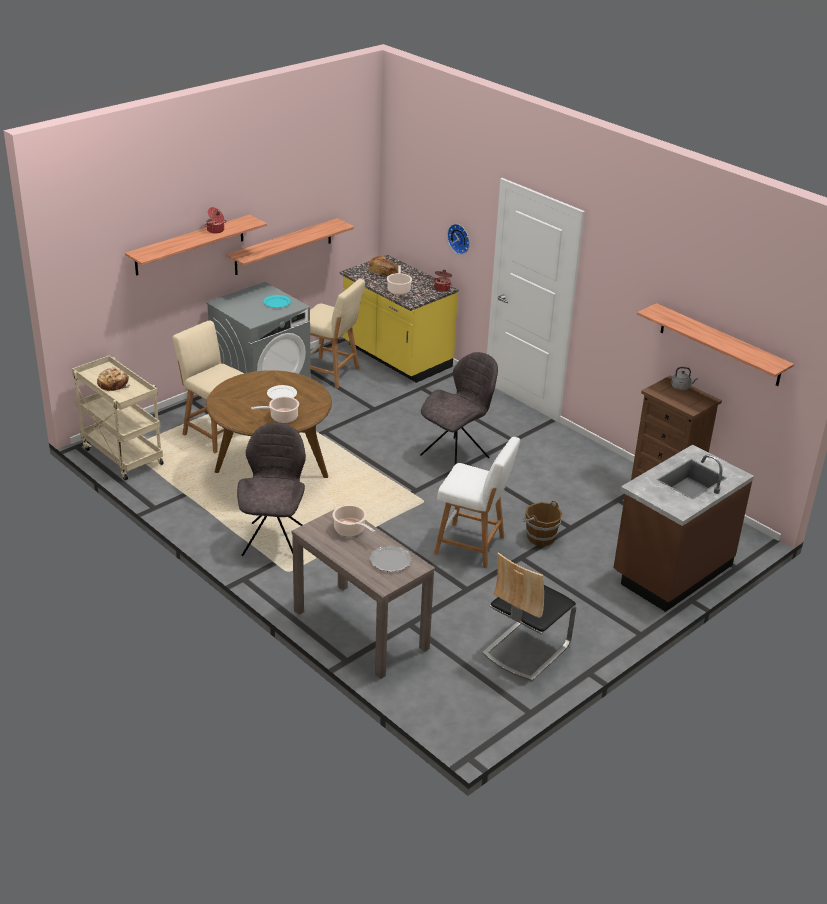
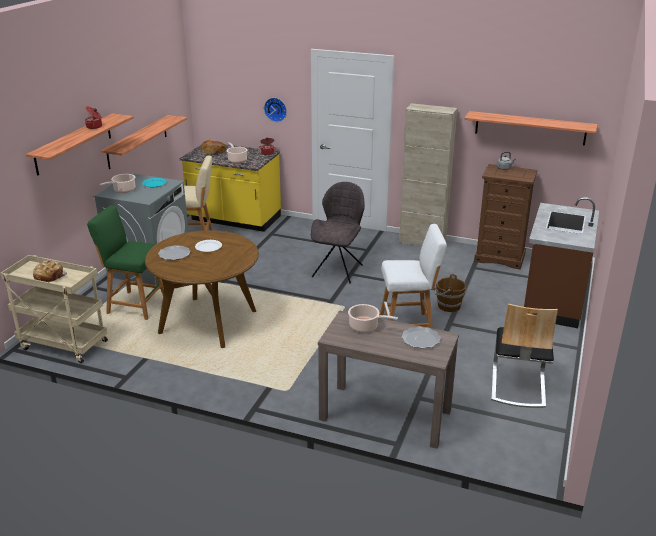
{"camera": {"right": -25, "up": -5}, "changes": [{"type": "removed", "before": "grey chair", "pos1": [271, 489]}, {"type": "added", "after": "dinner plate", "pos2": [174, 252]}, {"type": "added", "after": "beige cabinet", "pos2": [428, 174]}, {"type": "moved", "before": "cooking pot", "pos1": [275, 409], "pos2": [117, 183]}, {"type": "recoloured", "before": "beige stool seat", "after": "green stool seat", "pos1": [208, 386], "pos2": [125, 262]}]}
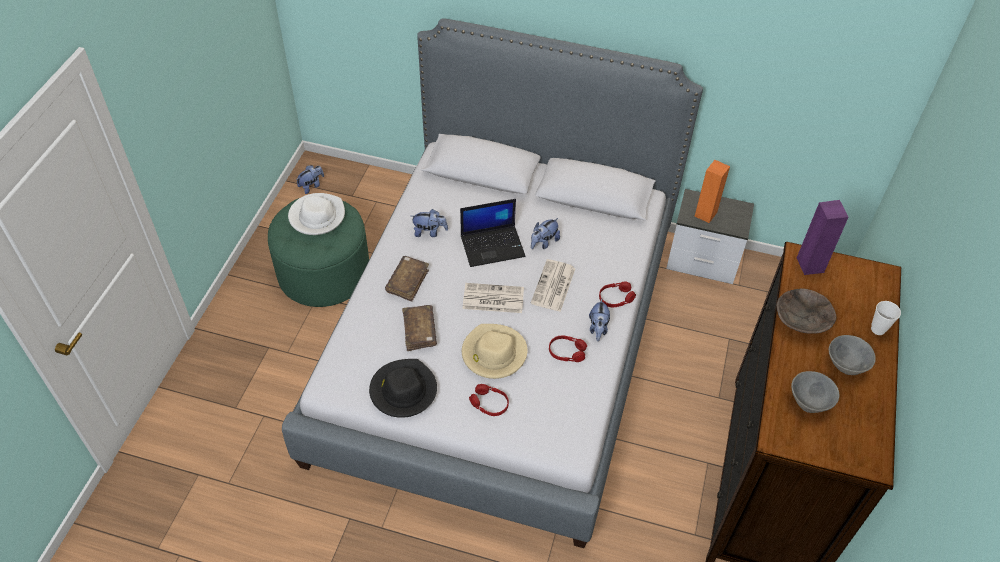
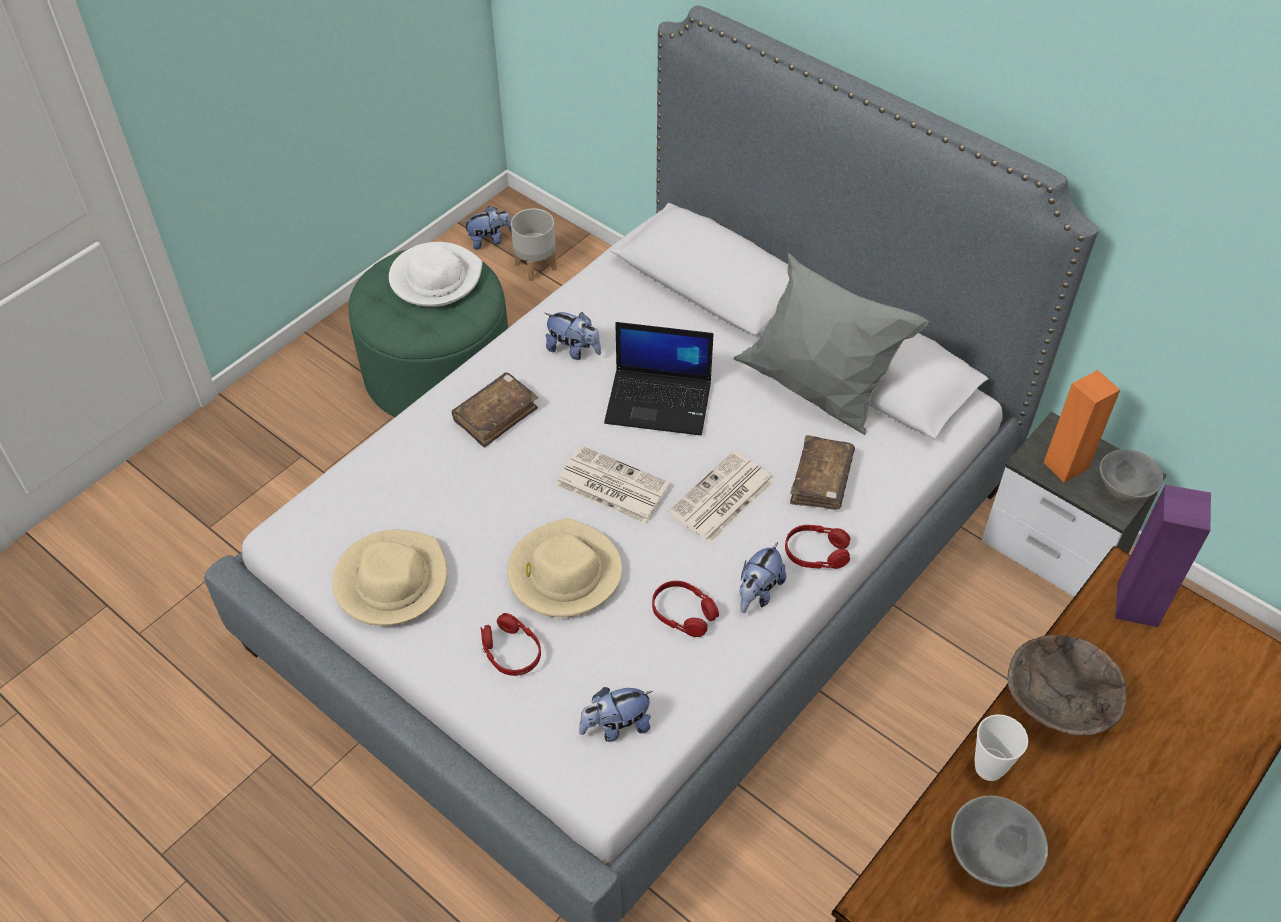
{"camera": {"right": 25, "up": 0}, "changes": [{"type": "added", "after": "grey plant pot", "pos2": [534, 244]}, {"type": "added", "after": "grey cushion", "pos2": [831, 343]}, {"type": "moved", "before": "brown volume", "pos1": [419, 328], "pos2": [822, 472]}, {"type": "moved", "before": "cuddly toy", "pos1": [545, 233], "pos2": [616, 714]}, {"type": "moved", "before": "grey serving bowl", "pos1": [852, 355], "pos2": [1131, 476]}, {"type": "moved", "before": "drinking cup", "pos1": [886, 318], "pos2": [1001, 747]}, {"type": "recoloured", "before": "blackish wearable hat", "after": "beige wearable hat", "pos1": [403, 388], "pos2": [390, 578]}]}
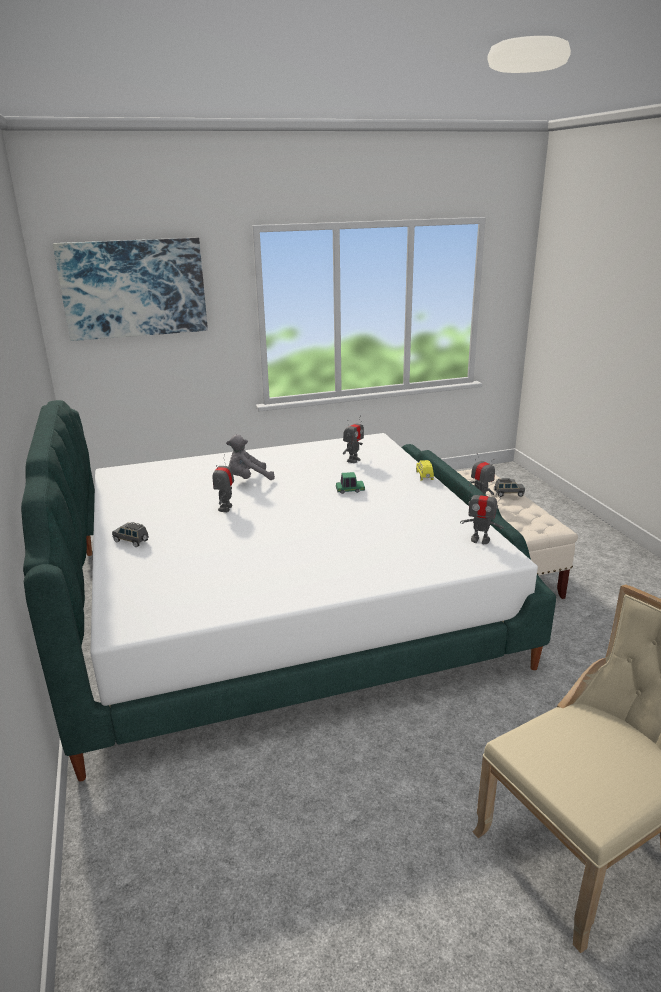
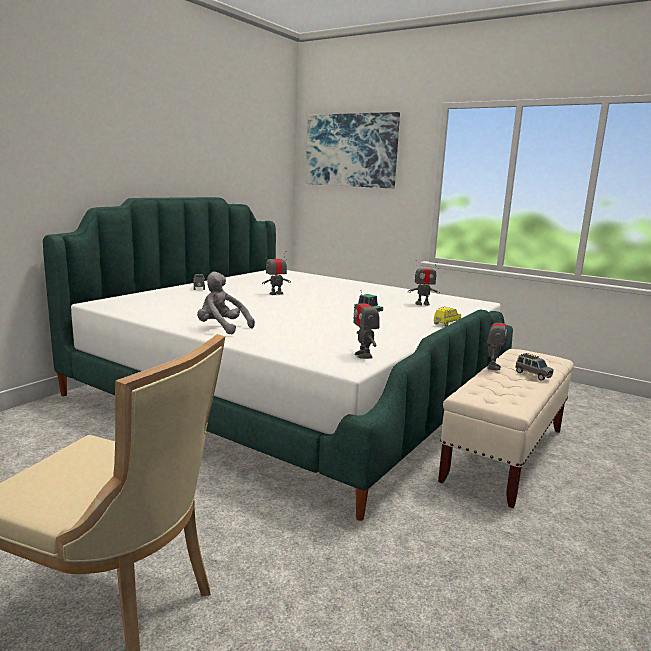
{"camera": {"right": 50, "up": -10}, "changes": [{"type": "moved", "before": "grey cuddly toy", "pos1": [250, 457], "pos2": [226, 303]}]}
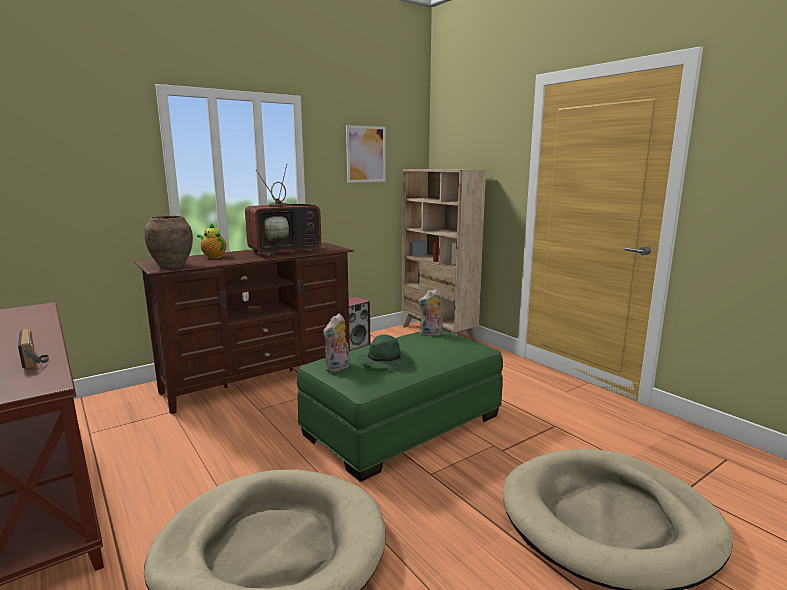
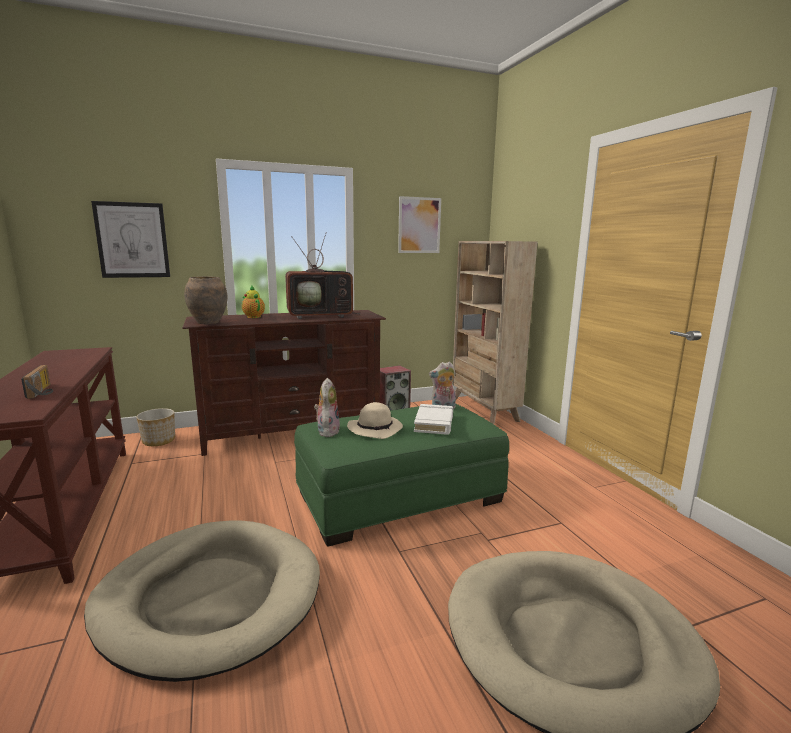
{"camera": {"right": 15, "up": 0}, "changes": [{"type": "added", "after": "picture", "pos2": [130, 239]}, {"type": "added", "after": "plant pot", "pos2": [155, 427]}, {"type": "added", "after": "white-coloured volume", "pos2": [433, 419]}, {"type": "recoloured", "before": "green wearable hat", "after": "beige wearable hat", "pos1": [384, 351], "pos2": [375, 420]}, {"type": "turned", "before": "cuddly toy", "pos1": [336, 343], "pos2": [327, 407], "turn": 135}]}
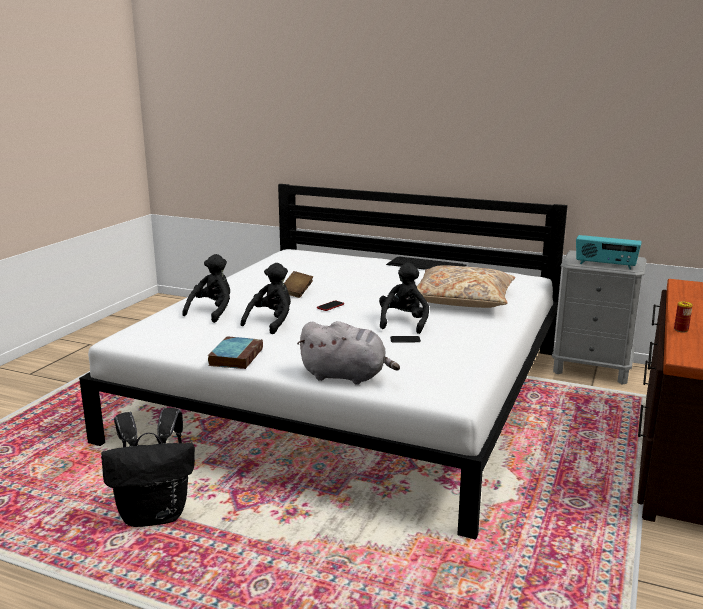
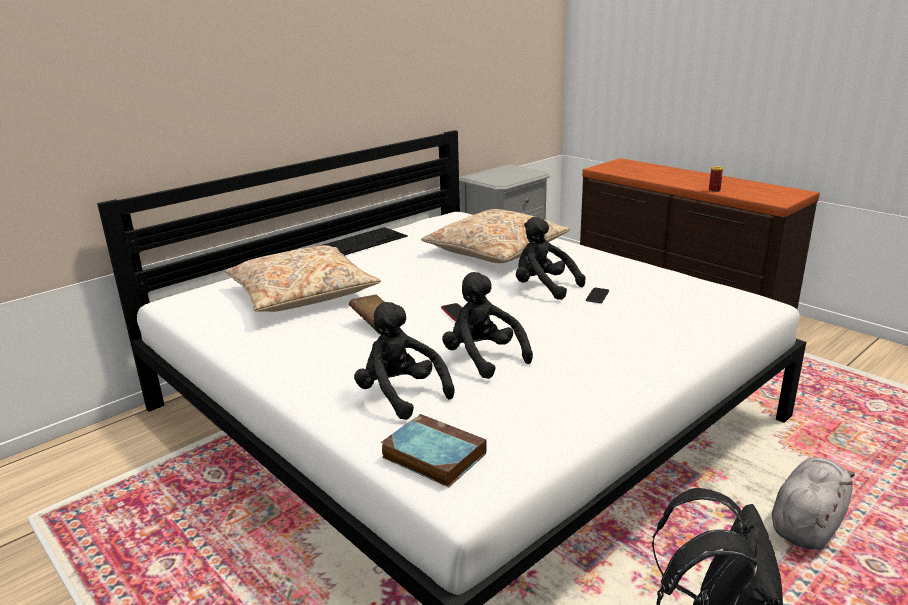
{"camera": {"right": -65, "up": 5}, "changes": [{"type": "removed", "before": "radio", "pos1": [609, 252]}, {"type": "added", "after": "beige cushion", "pos2": [303, 278]}, {"type": "moved", "before": "volume", "pos1": [235, 352], "pos2": [434, 450]}, {"type": "moved", "before": "grey cuddly toy", "pos1": [348, 353], "pos2": [813, 503]}]}
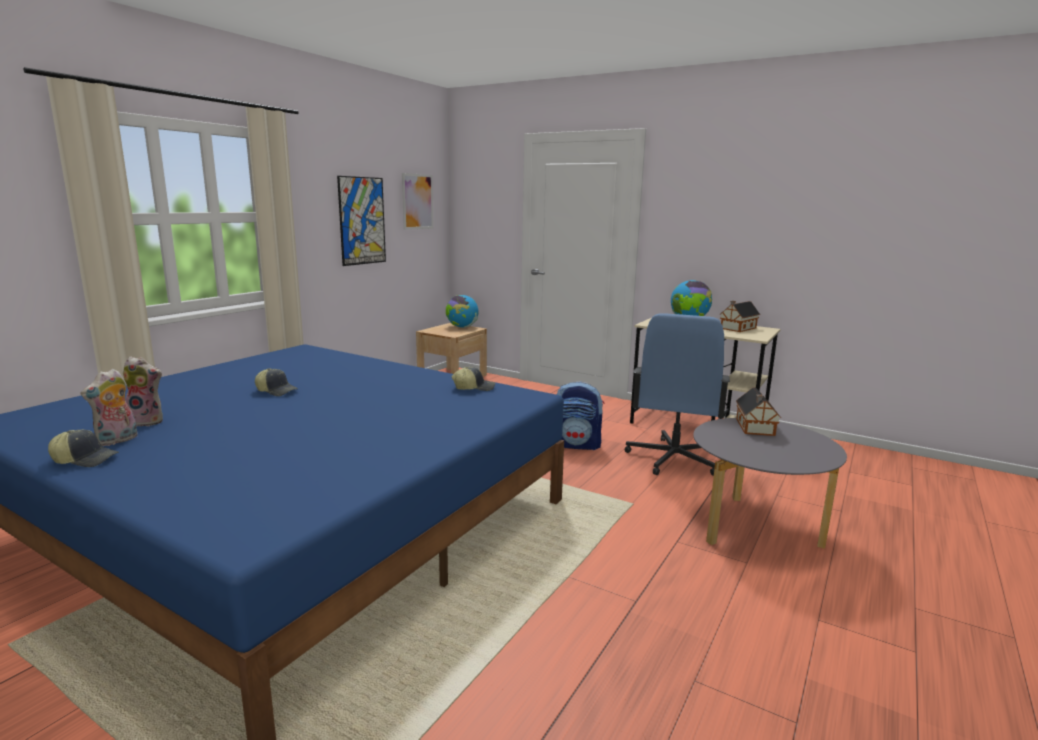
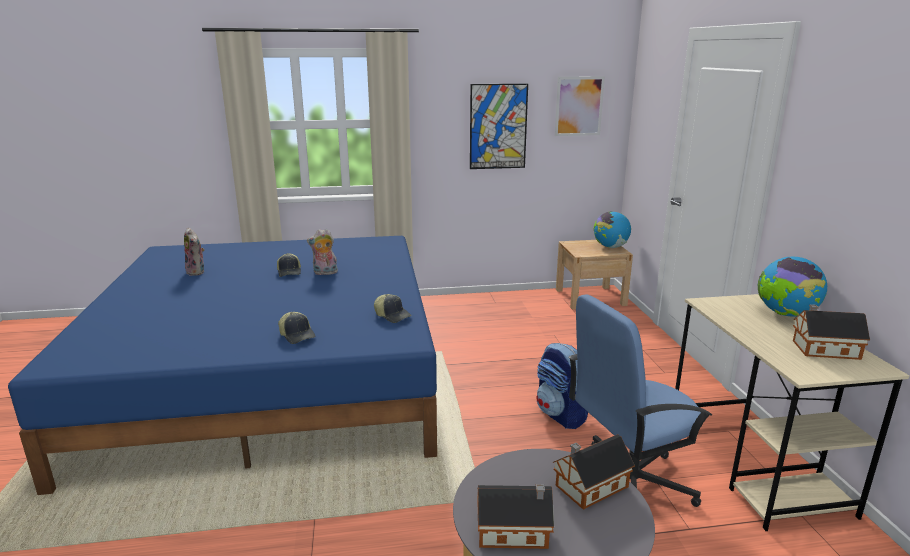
{"camera": {"right": 50, "up": 5}, "changes": [{"type": "added", "after": "model house", "pos2": [515, 516]}, {"type": "moved", "before": "peaked cap", "pos1": [83, 448], "pos2": [296, 328]}, {"type": "moved", "before": "cuddly toy", "pos1": [109, 407], "pos2": [322, 252]}]}
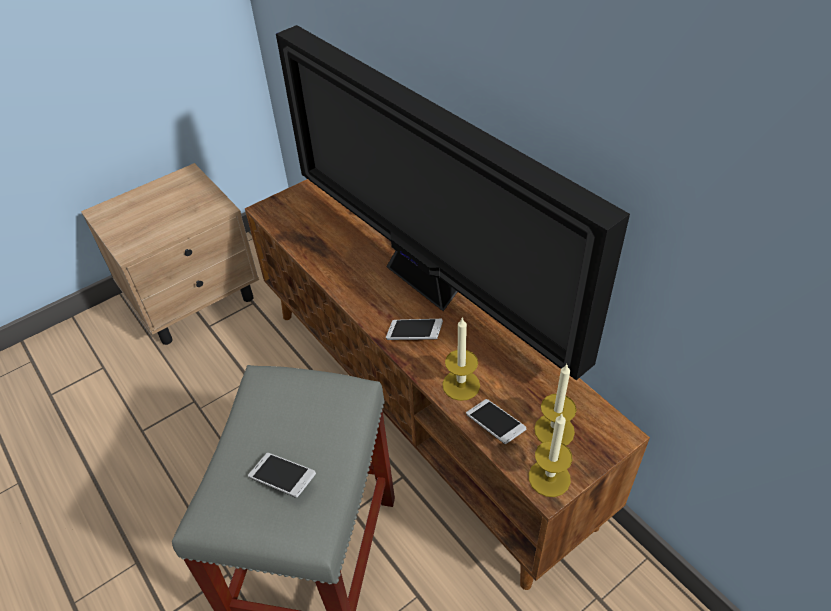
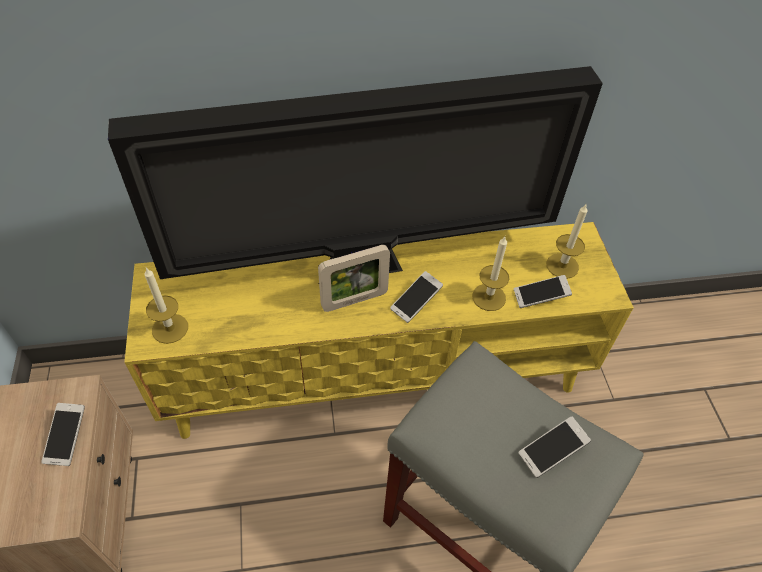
{"camera": {"right": -65, "up": 5}, "changes": [{"type": "added", "after": "telephone", "pos2": [63, 434]}, {"type": "added", "after": "photo frame", "pos2": [354, 278]}, {"type": "moved", "before": "wax candle", "pos1": [550, 455], "pos2": [166, 306]}, {"type": "recoloured", "before": "brown media console", "after": "yellow-coloured media console", "pos1": [447, 384], "pos2": [379, 330]}]}
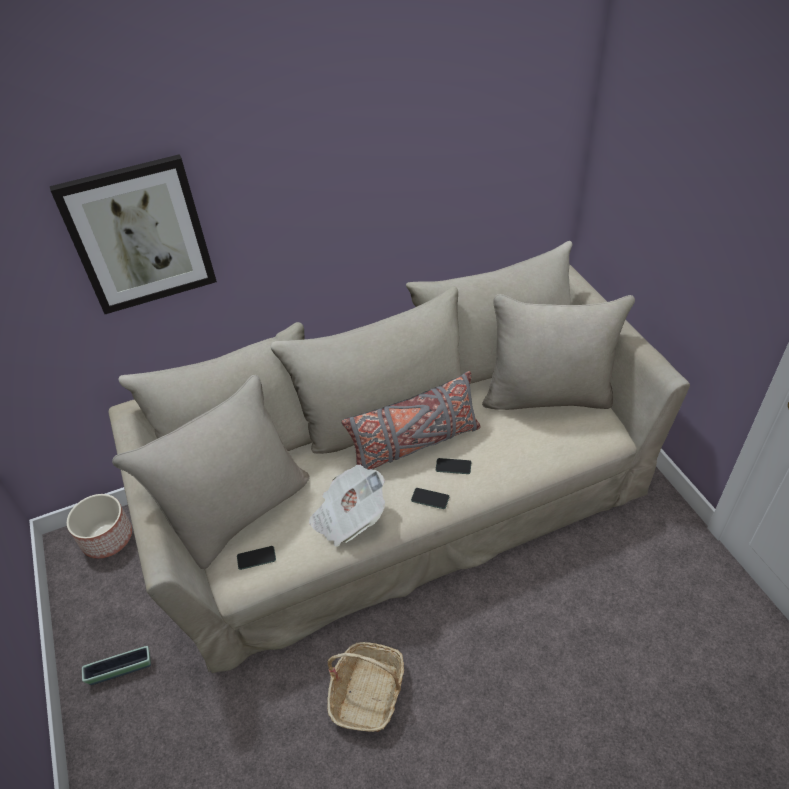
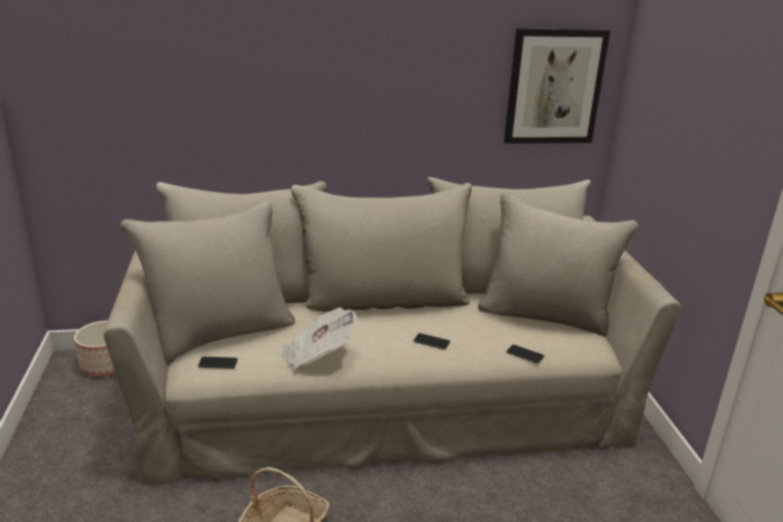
{"camera": {"right": 10, "up": -20}, "changes": [{"type": "removed", "before": "plant pot", "pos1": [116, 665]}, {"type": "removed", "before": "grey cushion", "pos1": [410, 420]}, {"type": "moved", "before": "picture", "pos1": [133, 234], "pos2": [557, 86]}, {"type": "moved", "before": "telephone", "pos1": [430, 498], "pos2": [525, 354]}]}
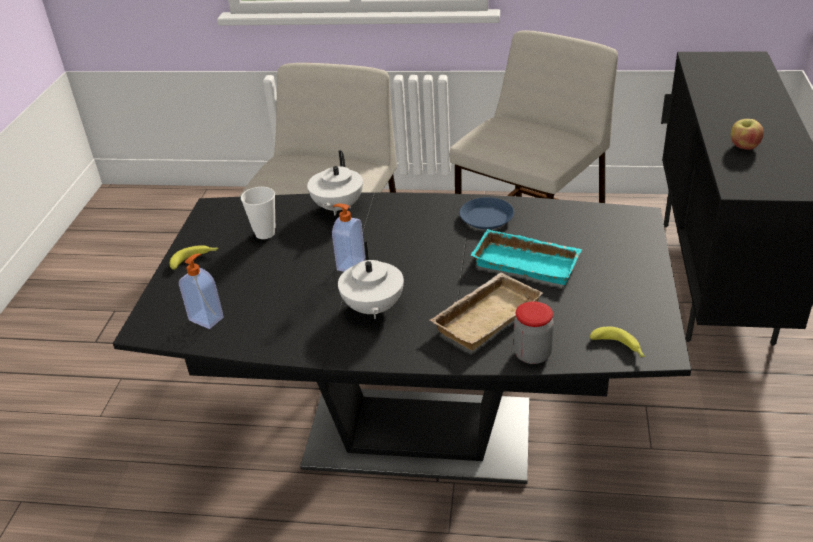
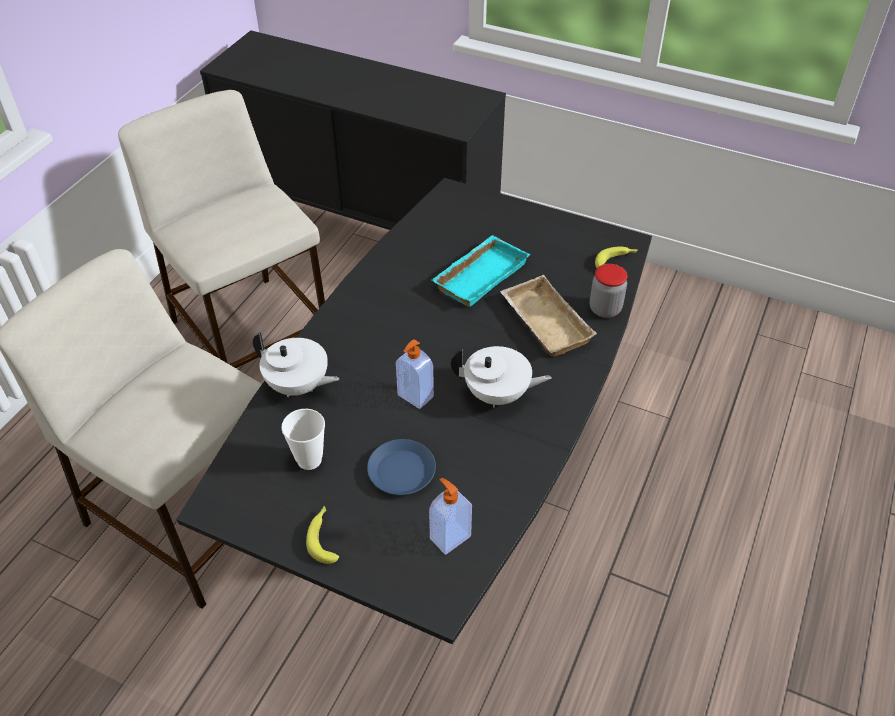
{"camera": {"right": -75, "up": 10}, "changes": [{"type": "removed", "before": "apple fruit", "pos1": [747, 134]}, {"type": "moved", "before": "blue dinner plate", "pos1": [486, 213], "pos2": [401, 467]}]}
